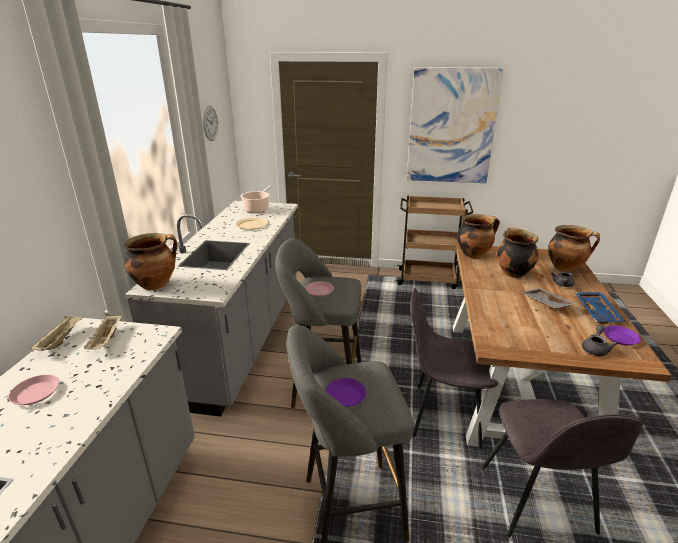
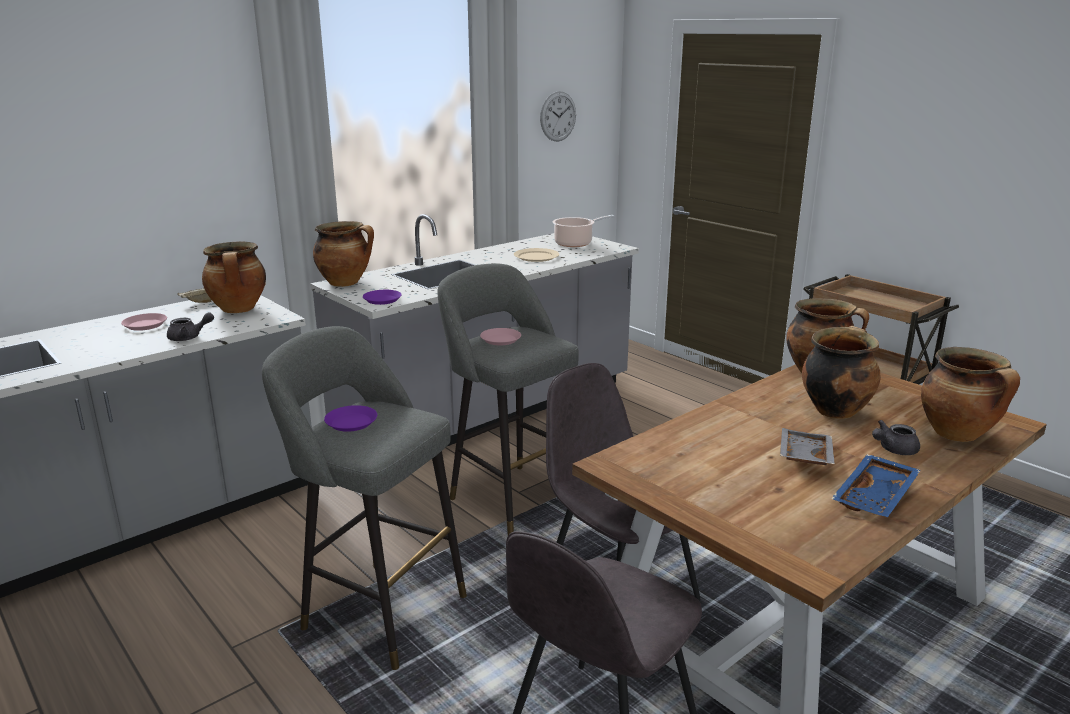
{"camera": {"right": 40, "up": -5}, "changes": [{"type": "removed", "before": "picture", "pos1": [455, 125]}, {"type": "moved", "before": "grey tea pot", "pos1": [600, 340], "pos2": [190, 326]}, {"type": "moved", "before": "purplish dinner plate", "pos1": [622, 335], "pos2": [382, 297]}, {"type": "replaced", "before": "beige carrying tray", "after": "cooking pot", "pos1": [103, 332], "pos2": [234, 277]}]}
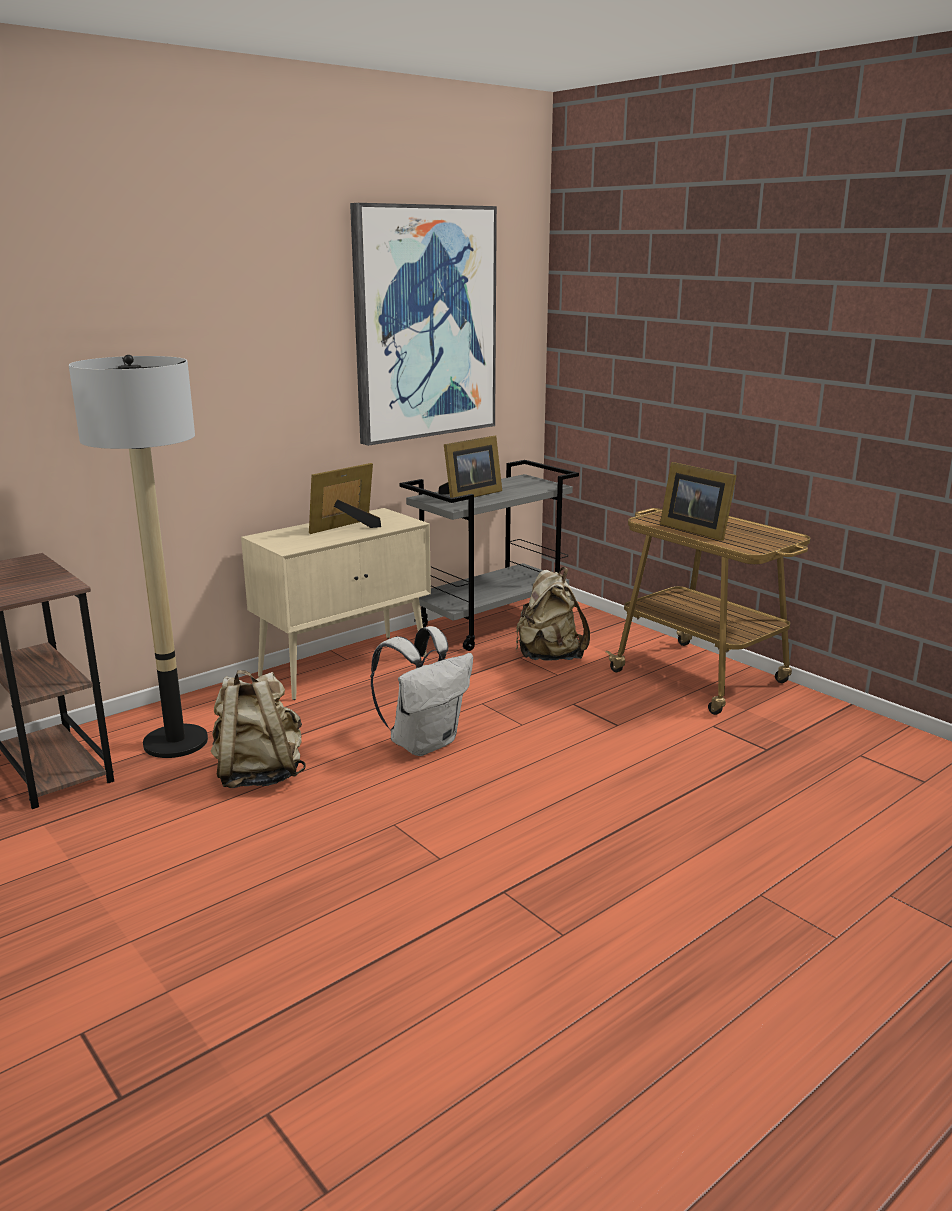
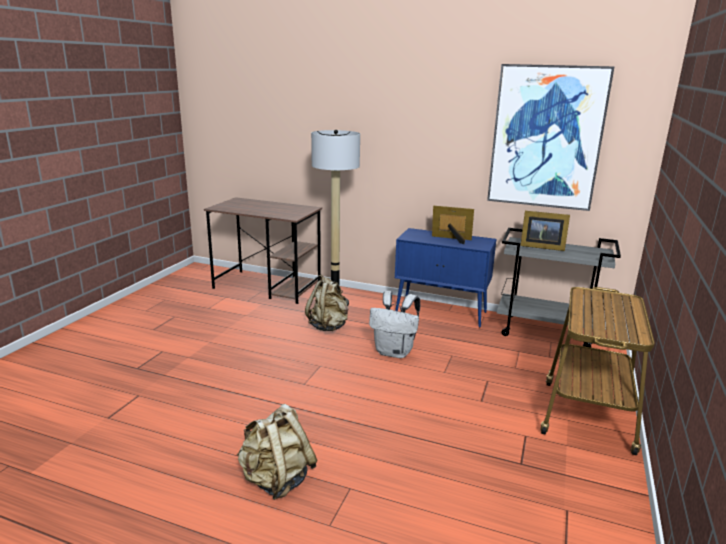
{"camera": {"right": 60, "up": 0}, "changes": [{"type": "removed", "before": "photo frame", "pos1": [698, 501]}, {"type": "moved", "before": "beige backpack", "pos1": [553, 614], "pos2": [277, 452]}, {"type": "recoloured", "before": "beige cabinet", "after": "blue cabinet", "pos1": [336, 604], "pos2": [445, 278]}]}
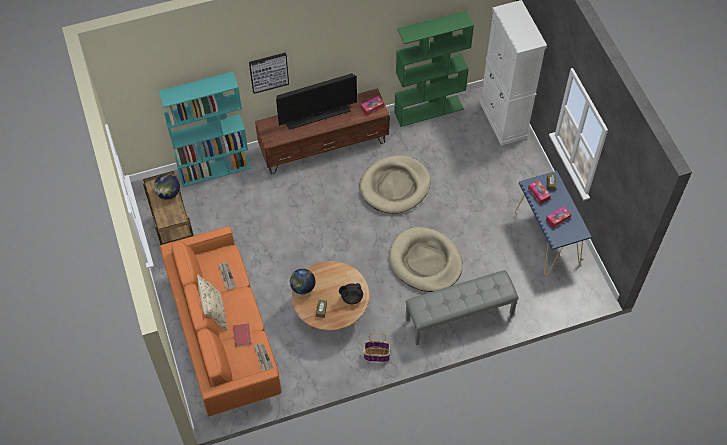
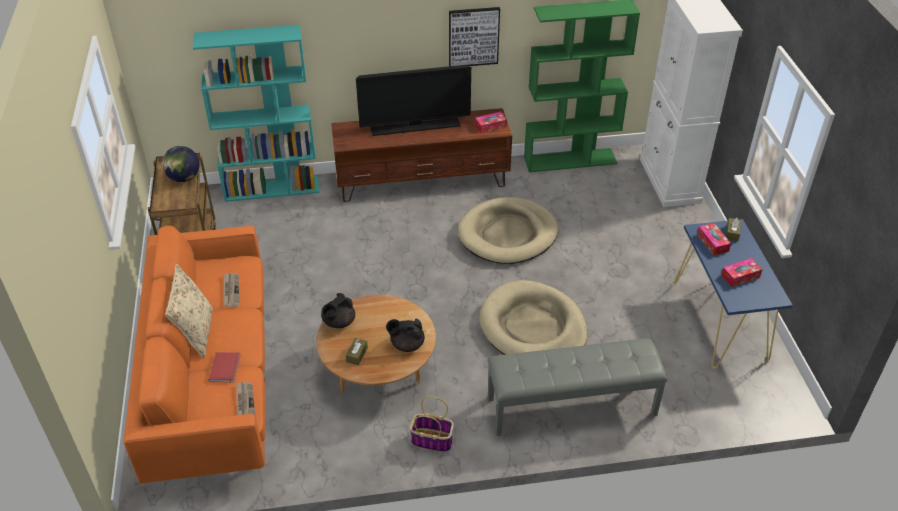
{"camera": {"right": 10, "up": -15}, "changes": [{"type": "moved", "before": "picture", "pos1": [269, 73], "pos2": [474, 36]}, {"type": "replaced", "before": "world globe", "after": "blackish tea pot", "pos1": [303, 281], "pos2": [338, 310]}]}
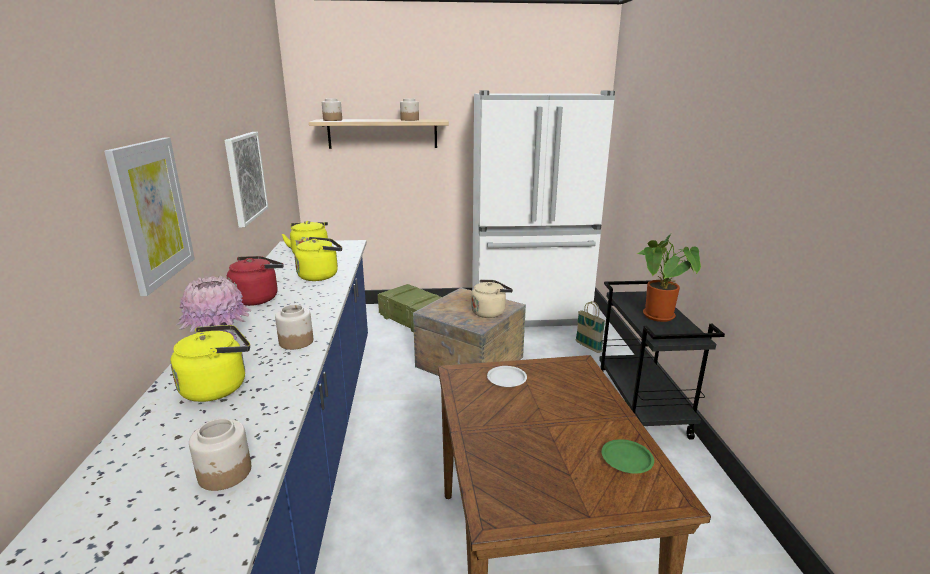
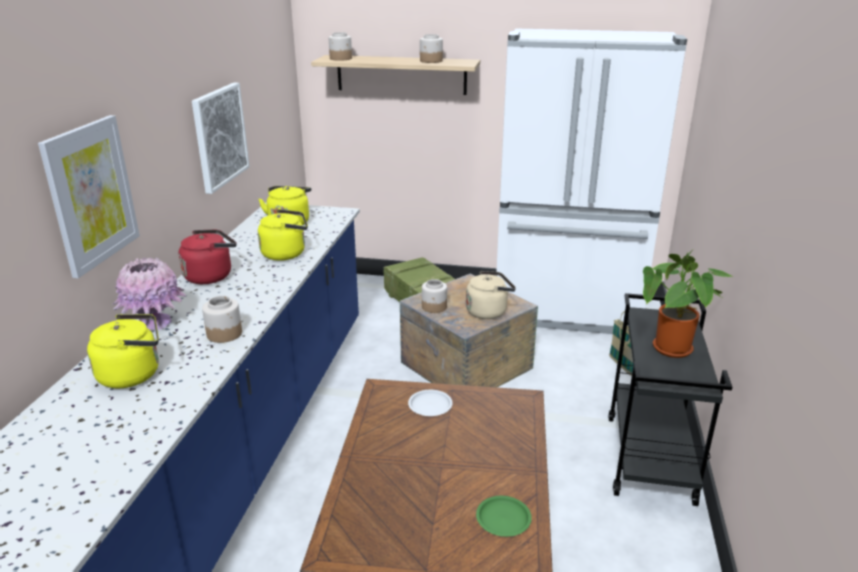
{"camera": {"right": 15, "up": 5}, "changes": [{"type": "moved", "before": "jar", "pos1": [220, 454], "pos2": [434, 296]}]}
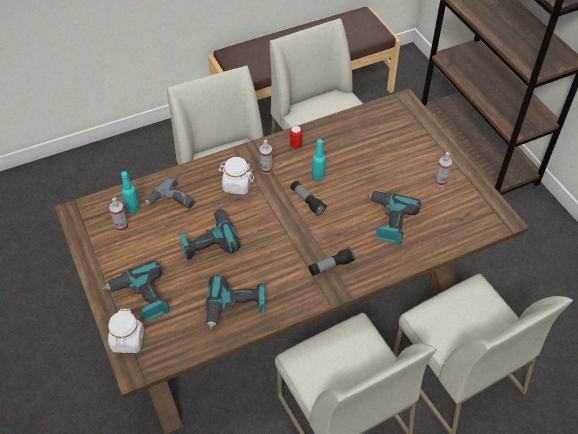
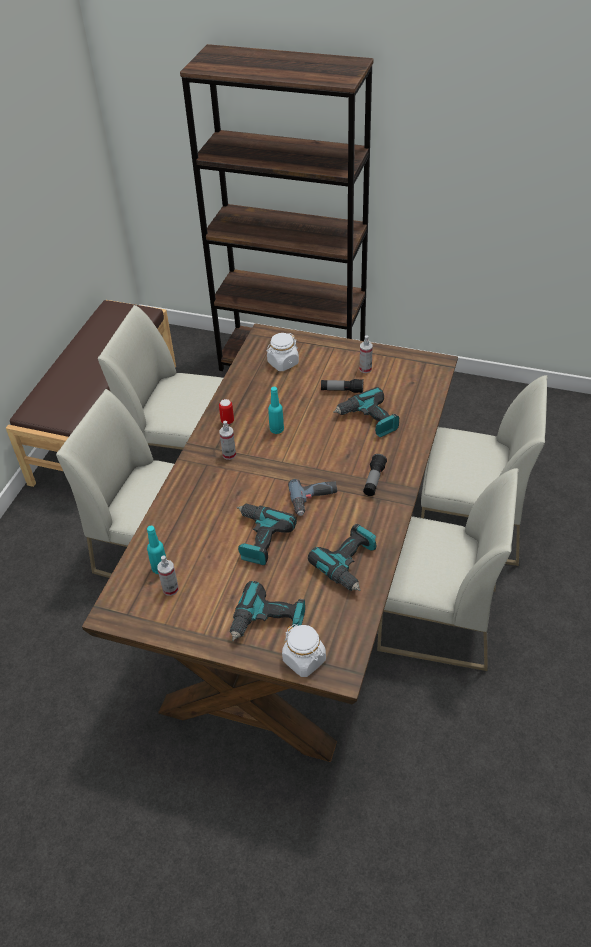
{"camera": {"right": -45, "up": -5}, "changes": [{"type": "moved", "before": "drill", "pos1": [169, 192], "pos2": [312, 497]}, {"type": "moved", "before": "white-coloured jar", "pos1": [236, 176], "pos2": [283, 352]}, {"type": "moved", "before": "flashlight", "pos1": [308, 198], "pos2": [342, 386]}]}
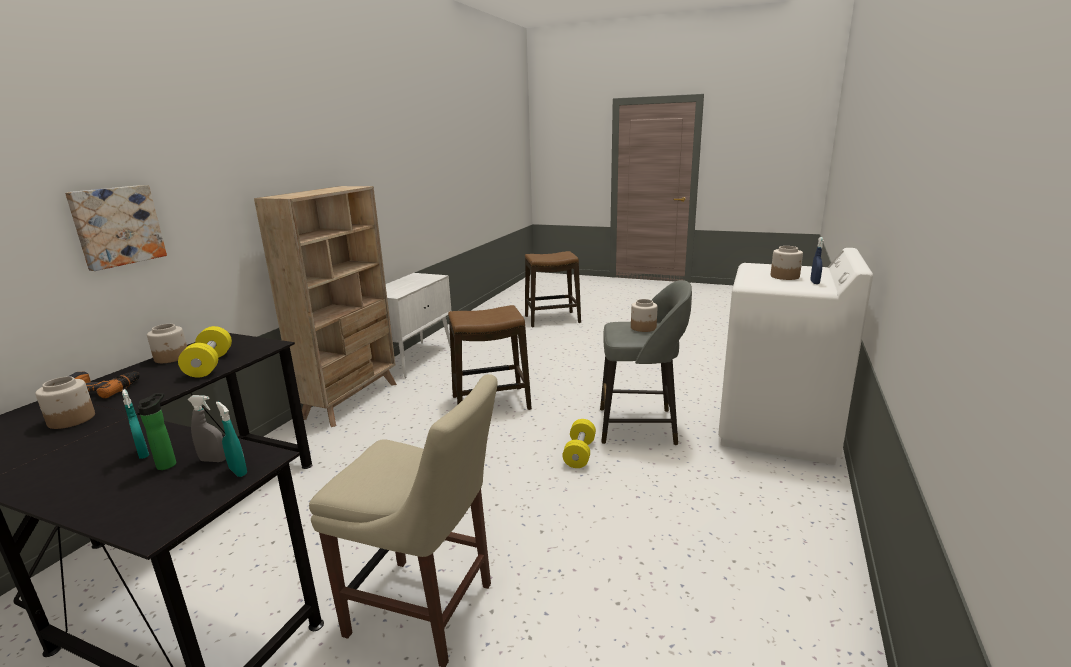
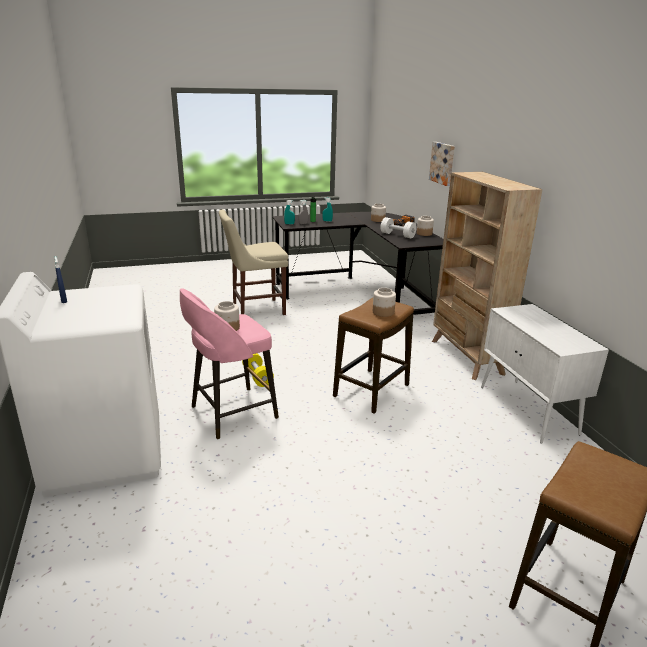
{"camera": {"right": 140, "up": 5}, "changes": [{"type": "moved", "before": "jar", "pos1": [787, 263], "pos2": [384, 302]}, {"type": "recoloured", "before": "yellow-coloured free weight", "after": "white-coloured free weight", "pos1": [205, 352], "pos2": [399, 227]}, {"type": "recoloured", "before": "grey stool seat", "after": "pinkish stool seat", "pos1": [646, 362], "pos2": [229, 363]}]}
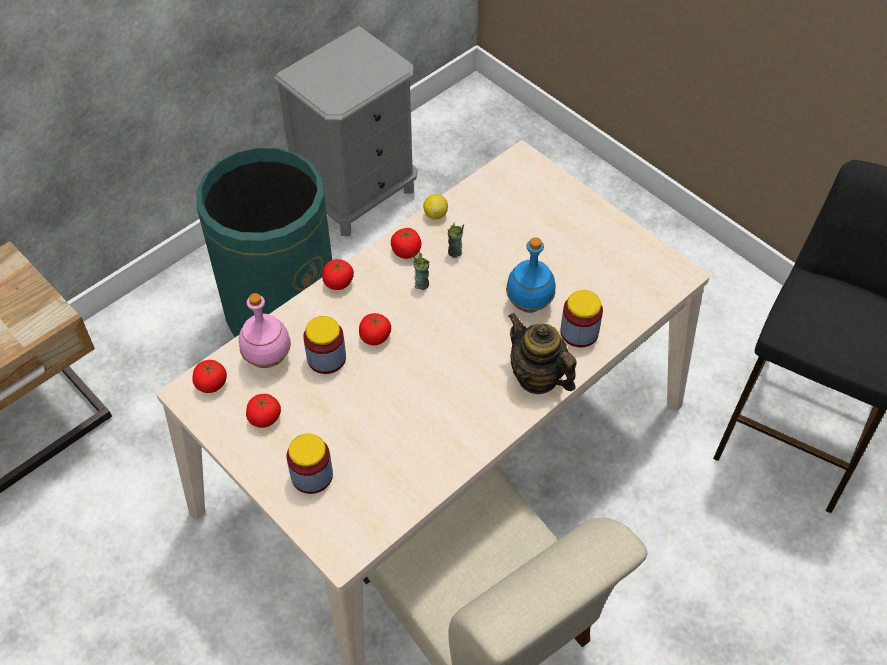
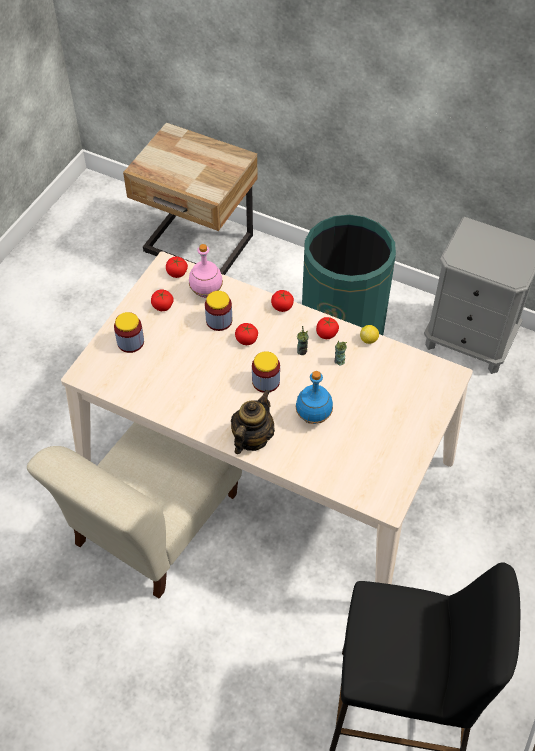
{"camera": {"right": 70, "up": 0}, "changes": [{"type": "moved", "before": "jar", "pos1": [582, 318], "pos2": [266, 372]}]}
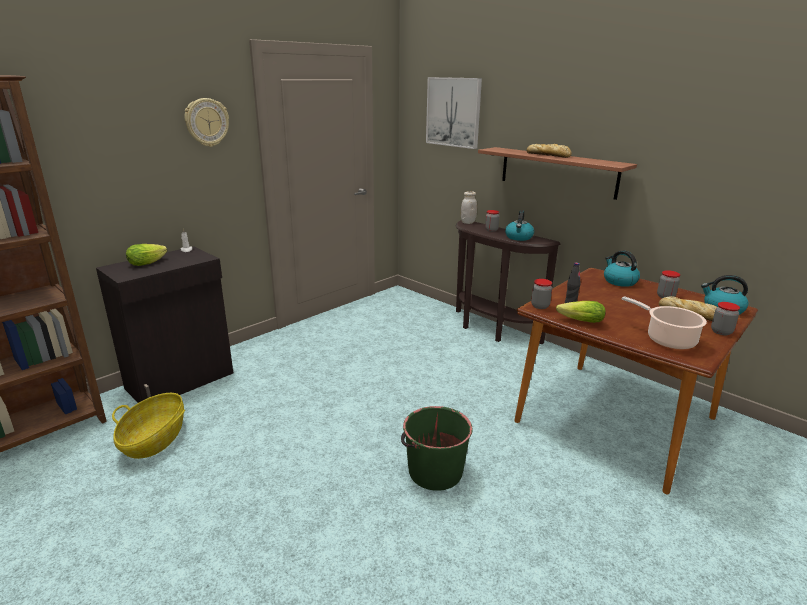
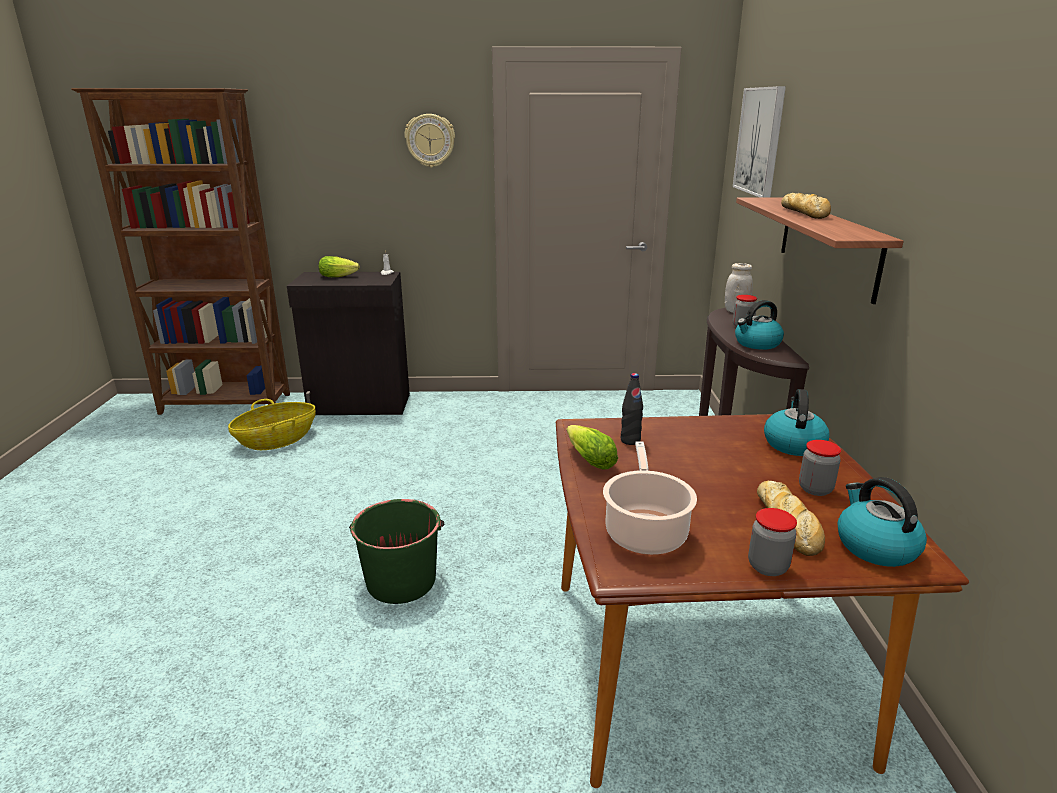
{"camera": {"right": 45, "up": 0}, "changes": [{"type": "removed", "before": "jar", "pos1": [541, 294]}]}
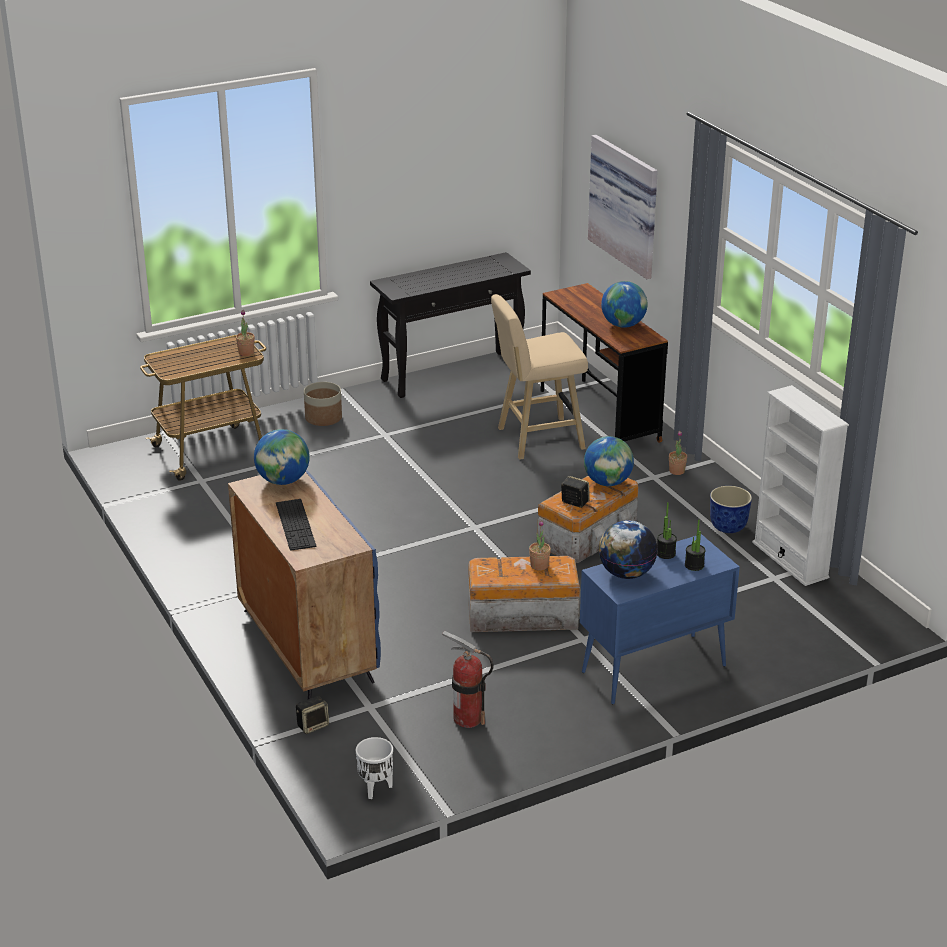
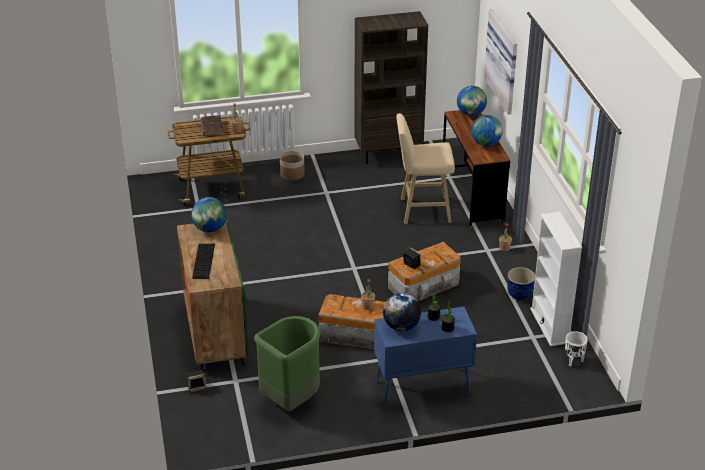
{"camera": {"right": 15, "up": 5}, "changes": [{"type": "added", "after": "brown volume", "pos2": [212, 125]}, {"type": "moved", "before": "white-coloured plant pot", "pos1": [374, 768], "pos2": [576, 349]}, {"type": "moved", "before": "world globe", "pos1": [609, 461], "pos2": [472, 101]}, {"type": "replaced", "before": "blackish hall table", "after": "brown bookcase", "pos1": [450, 325], "pos2": [391, 87]}, {"type": "replaced", "before": "extinguisher", "after": "green trash can", "pos1": [467, 679], "pos2": [287, 363]}, {"type": "recoloured", "before": "blue cabinet", "after": "green cabinet", "pos1": [304, 584], "pos2": [213, 294]}]}
